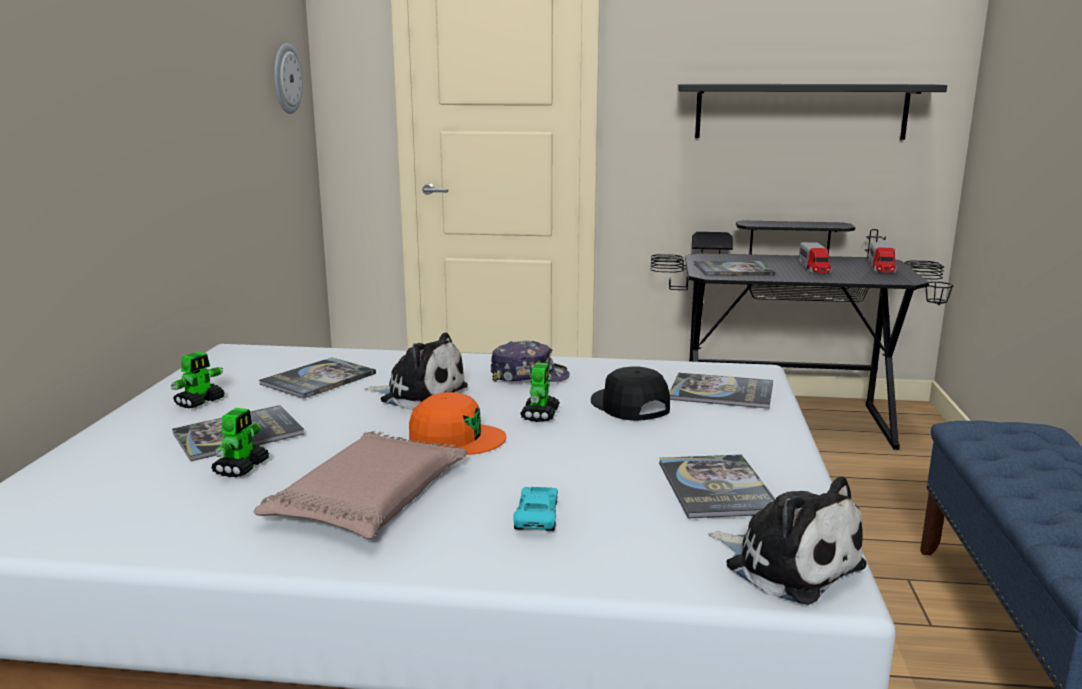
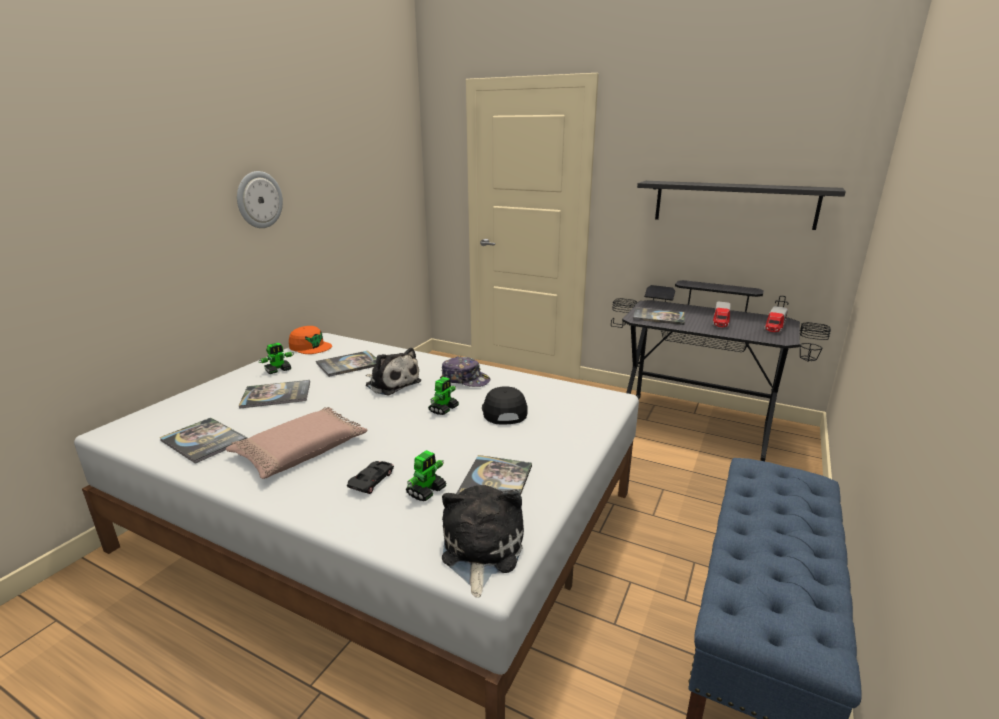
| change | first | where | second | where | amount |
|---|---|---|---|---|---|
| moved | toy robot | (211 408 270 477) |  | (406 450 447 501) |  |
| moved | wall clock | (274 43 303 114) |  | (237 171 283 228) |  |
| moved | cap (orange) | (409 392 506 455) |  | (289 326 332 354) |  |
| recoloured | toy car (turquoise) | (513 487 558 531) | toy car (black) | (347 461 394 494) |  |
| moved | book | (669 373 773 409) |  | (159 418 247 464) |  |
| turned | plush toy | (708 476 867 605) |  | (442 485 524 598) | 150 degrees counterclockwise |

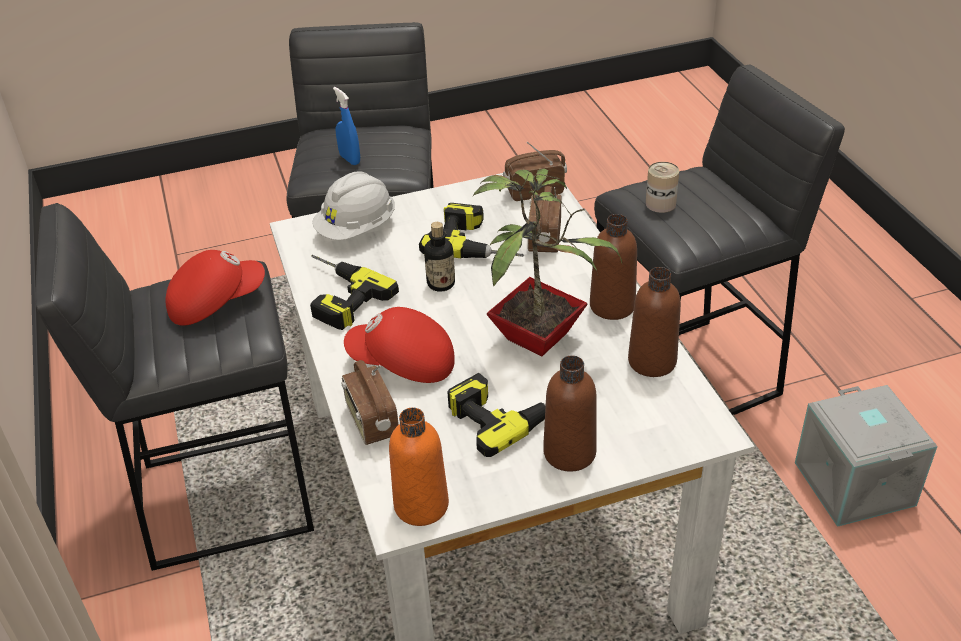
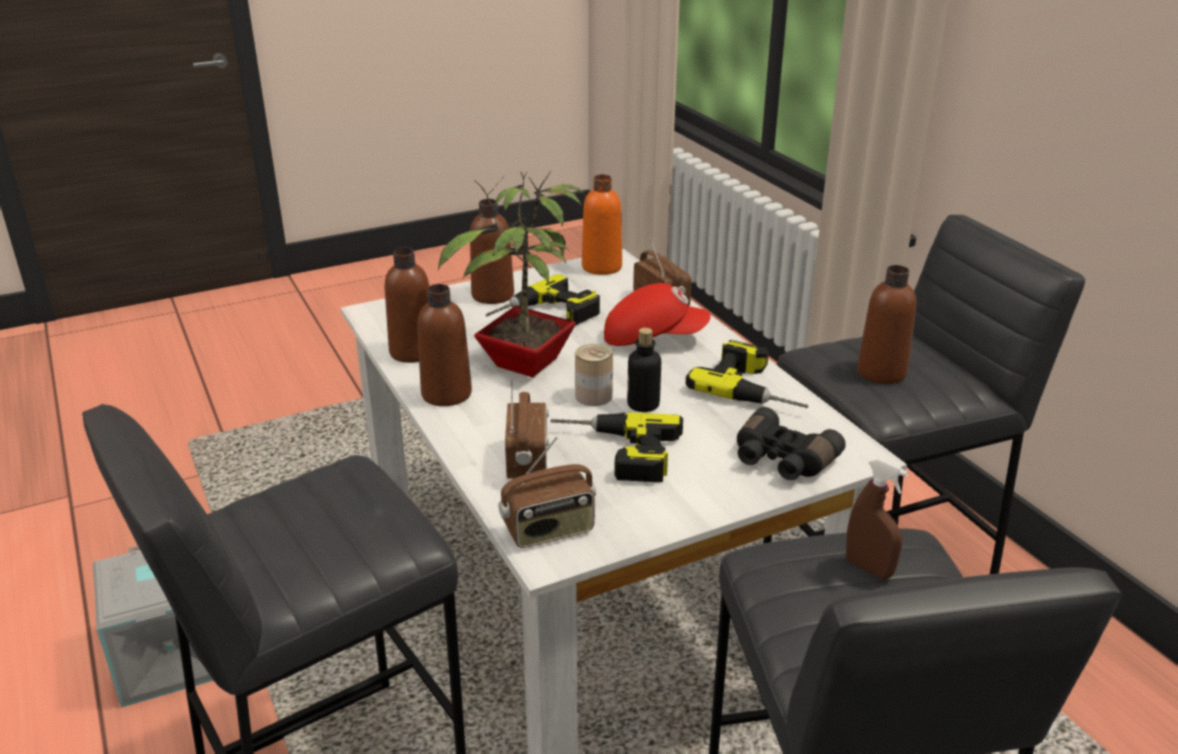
| change | first | where | second | where | amount |
|---|---|---|---|---|---|
| replaced | cap (red) | (165 250 265 326) | bottle (brown) | (857 265 916 384) |  |
| replaced | hard hat (white) | (312 171 395 240) | binoculars (black) | (737 407 846 480) |  |
| recoloured | spray bottle (blue) | (333 87 360 165) | spray bottle (brown) | (846 458 908 579) |  |
| moved | can | (646 162 679 213) |  | (575 344 613 406) |  |

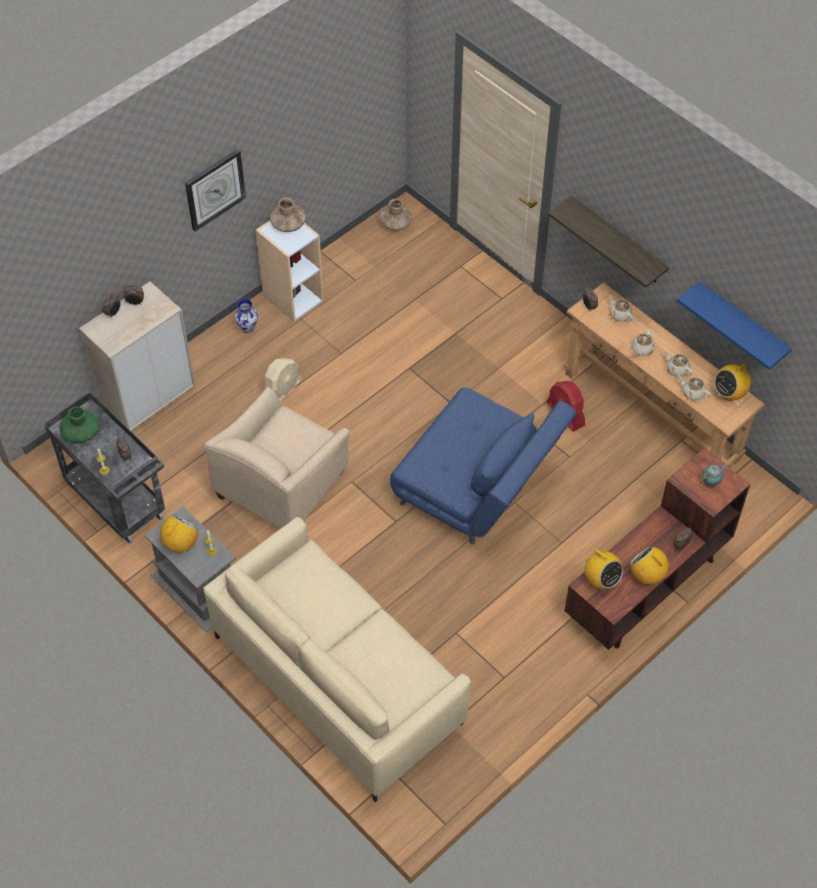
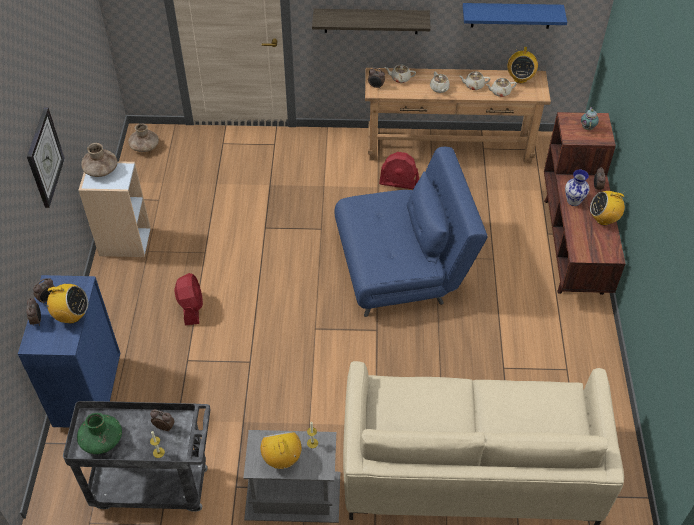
| change | first | where | second | where | amount |
|---|---|---|---|---|---|
| recoloured | cabinet (beige) | (79 281 195 431) | cabinet (blue) | (18 275 120 428) |  |
| removed | armchair (beige) | (204 387 350 528) |  |  |  |
| moved | vase | (234 299 258 333) |  | (565 170 590 206) |  |
| recoloured | fan (beige) | (265 358 302 402) | fan (red) | (175 273 203 325) |  |
| moved | radio | (583 549 623 589) |  | (40 284 88 323) |  |

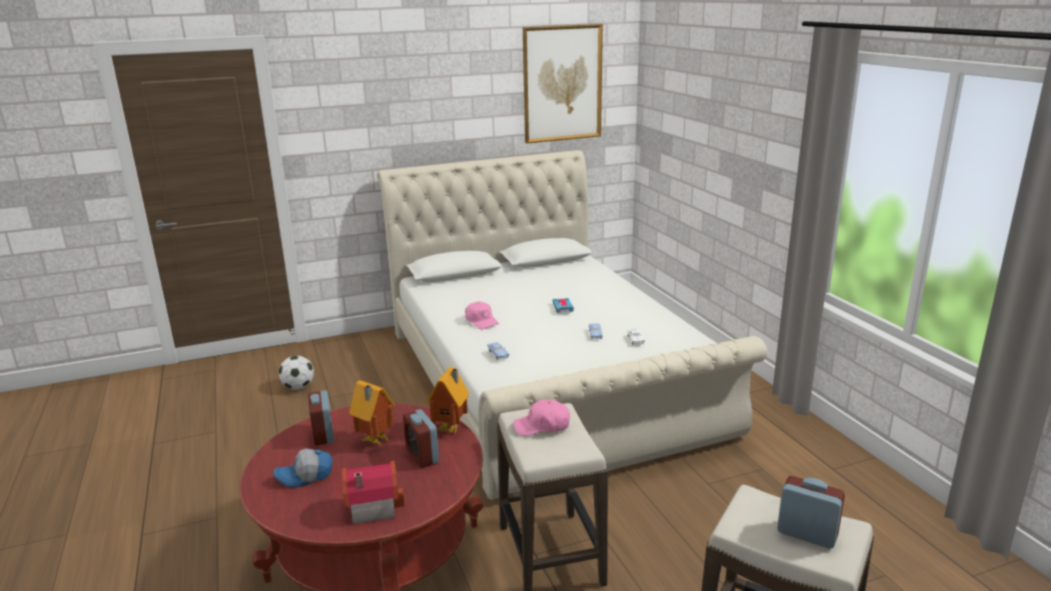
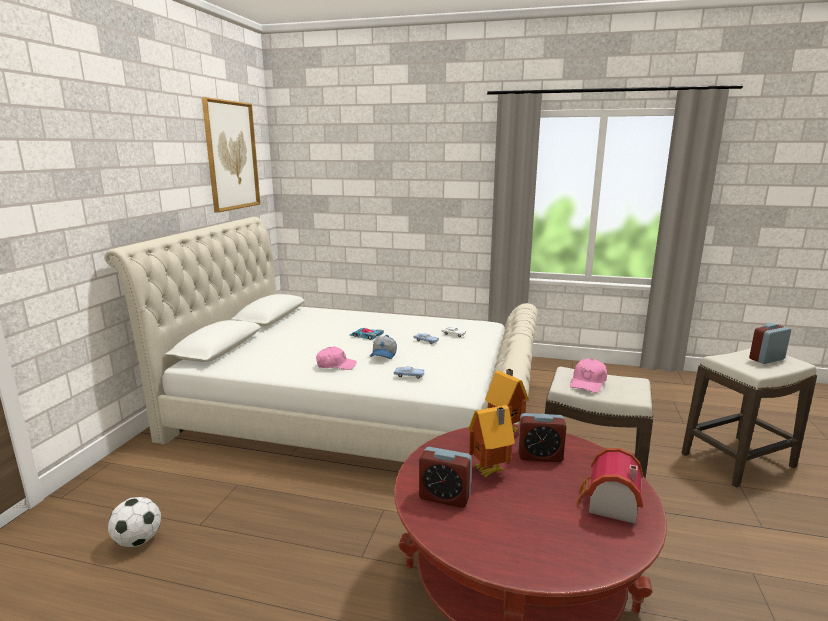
| change | first | where | second | where | amount |
|---|---|---|---|---|---|
| moved | cap | (273 449 332 488) |  | (370 335 397 359) |  |

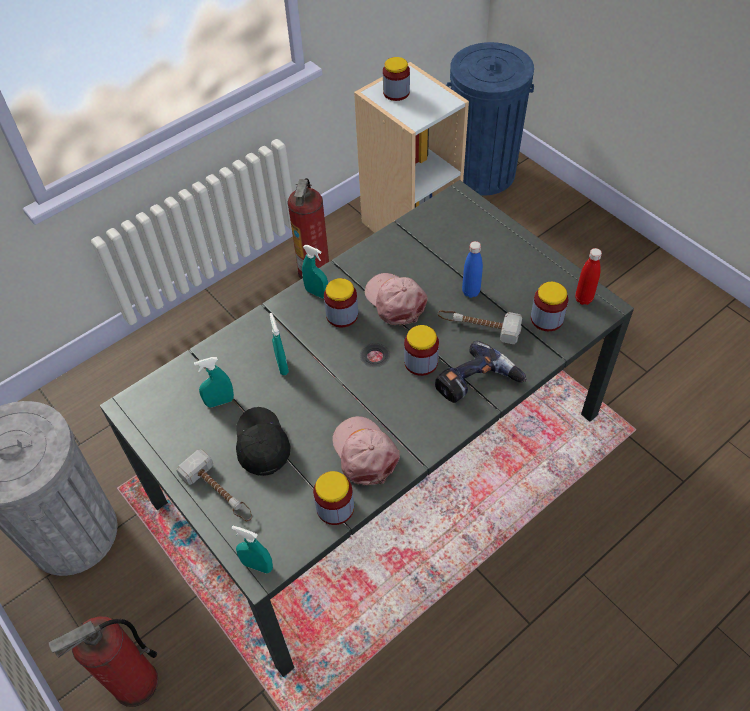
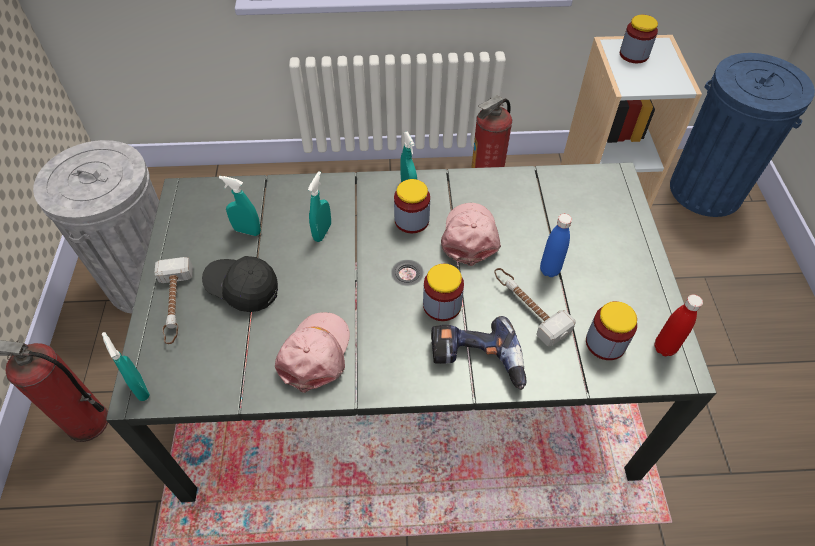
| change | first | where | second | where | amount |
|---|---|---|---|---|---|
| turned | cap (black) | (236 407 291 476) |  | (202 256 278 312) | 90 degrees counterclockwise |
| removed | jar | (313 471 354 525) |  |  |  |

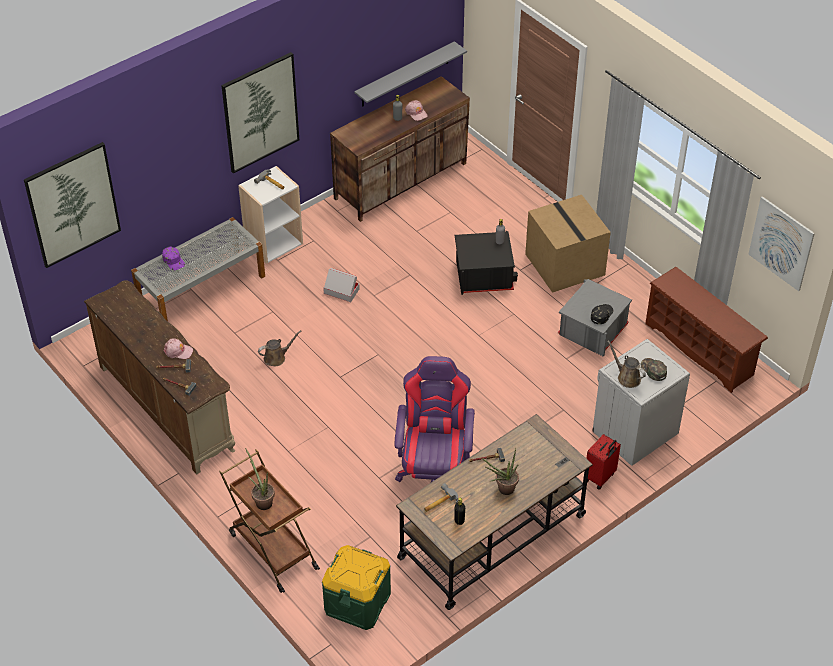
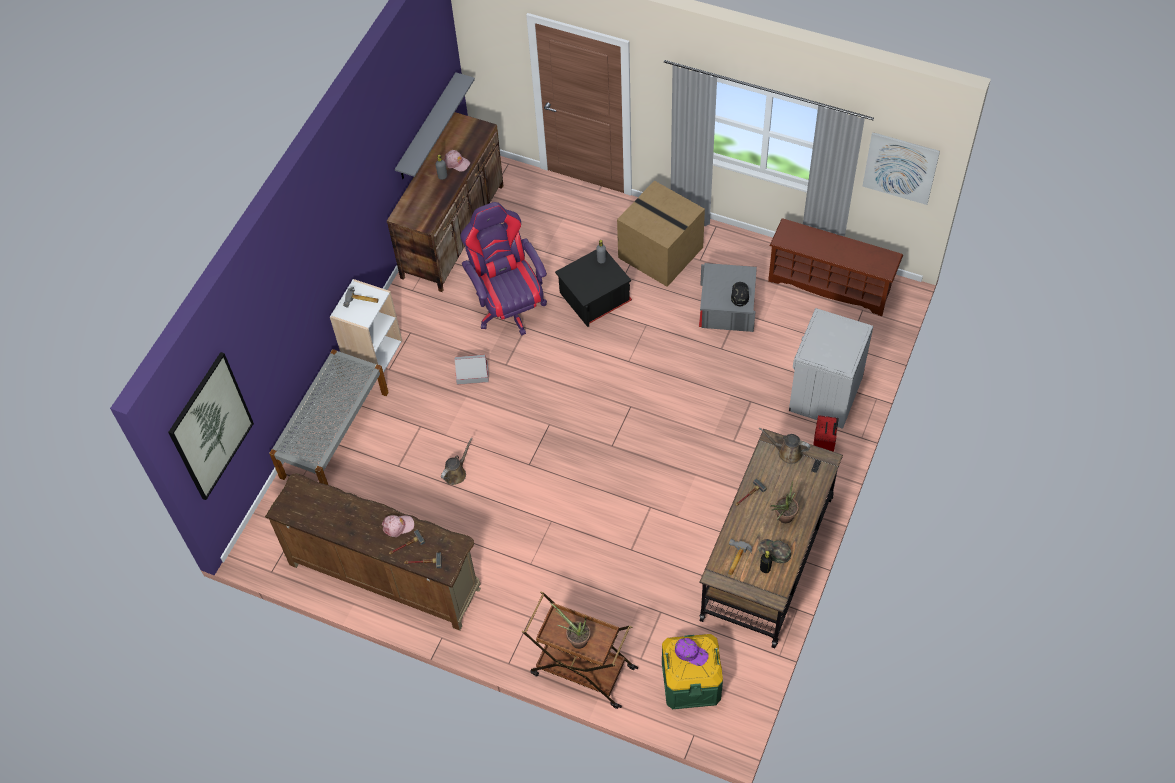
| change | first | where | second | where | amount |
|---|---|---|---|---|---|
| moved | cap (purple) | (162 247 185 270) |  | (675 638 708 666) |  |
| removed | picture | (221 52 299 174) |  |  |  |
| moved | office chair (purple) | (394 356 475 482) |  | (460 202 547 335) |  |
| moved | watering can (brown) | (607 340 646 388) |  | (759 427 810 464) |  |
| moved | cap (green) | (640 358 667 381) |  | (758 539 791 563) |  |

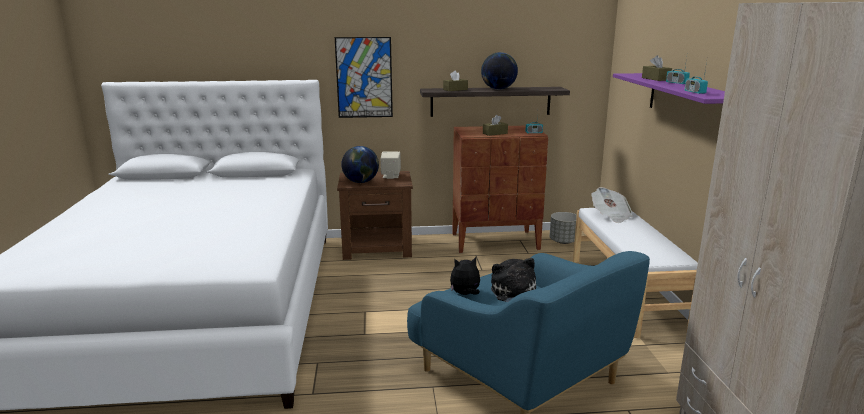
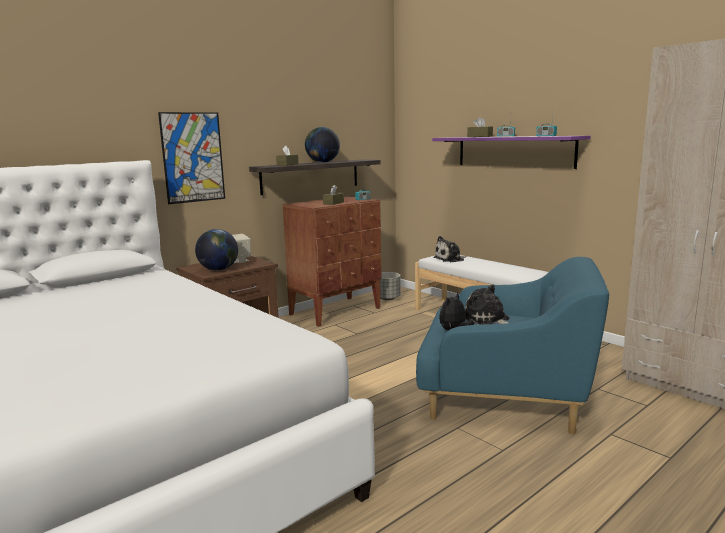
| change | first | where | second | where | amount |
|---|---|---|---|---|---|
| replaced | newspaper | (591 187 633 223) | plush toy | (433 236 466 262) |  |

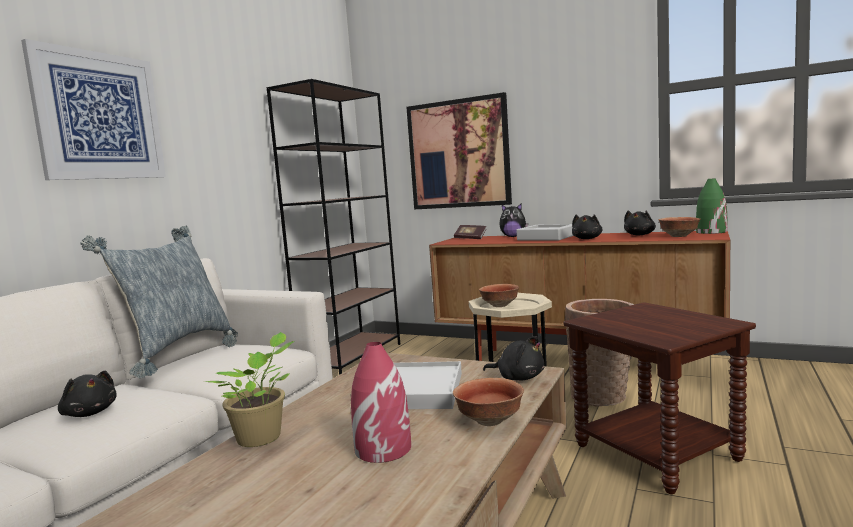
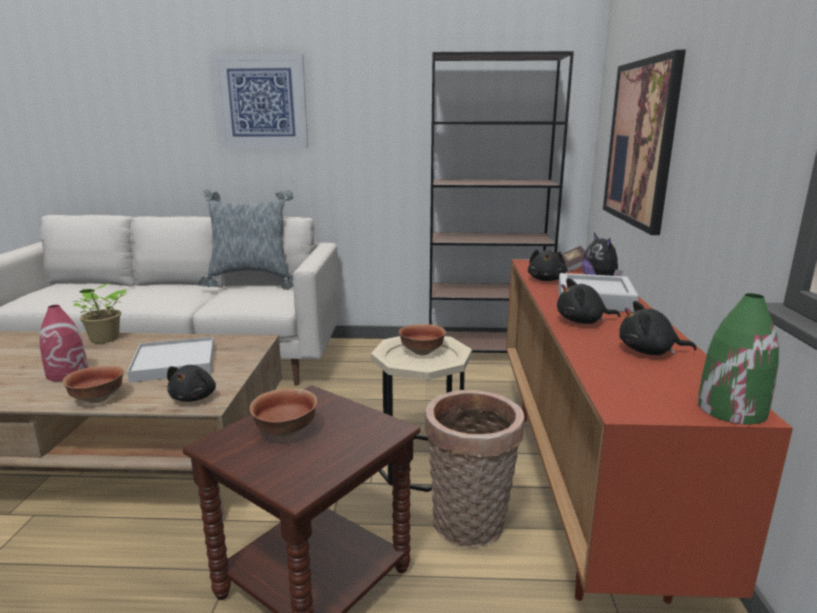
| change | first | where | second | where | amount |
|---|---|---|---|---|---|
| moved | plush toy (black) | (58 370 117 417) |  | (528 249 567 281) |  |
| moved | bowl | (659 217 700 237) |  | (250 388 318 437) |  |

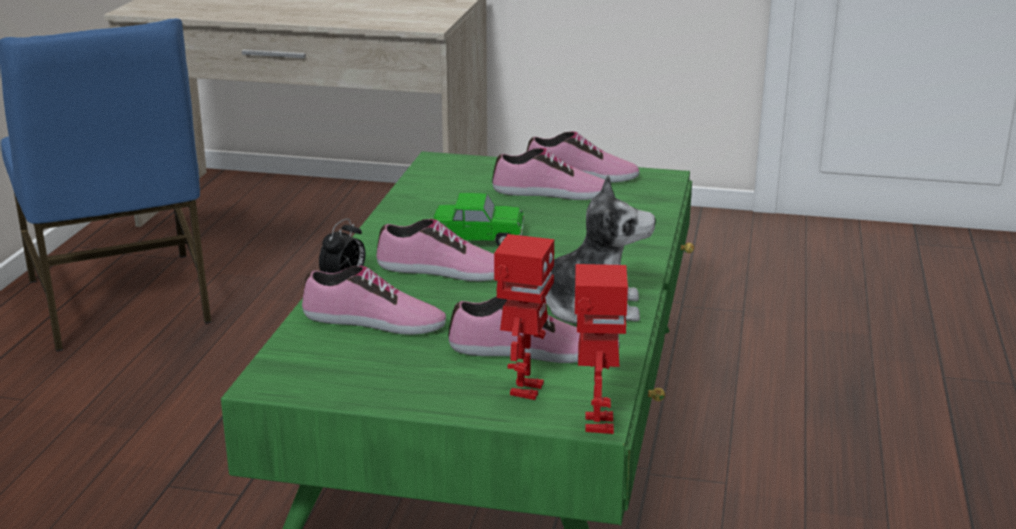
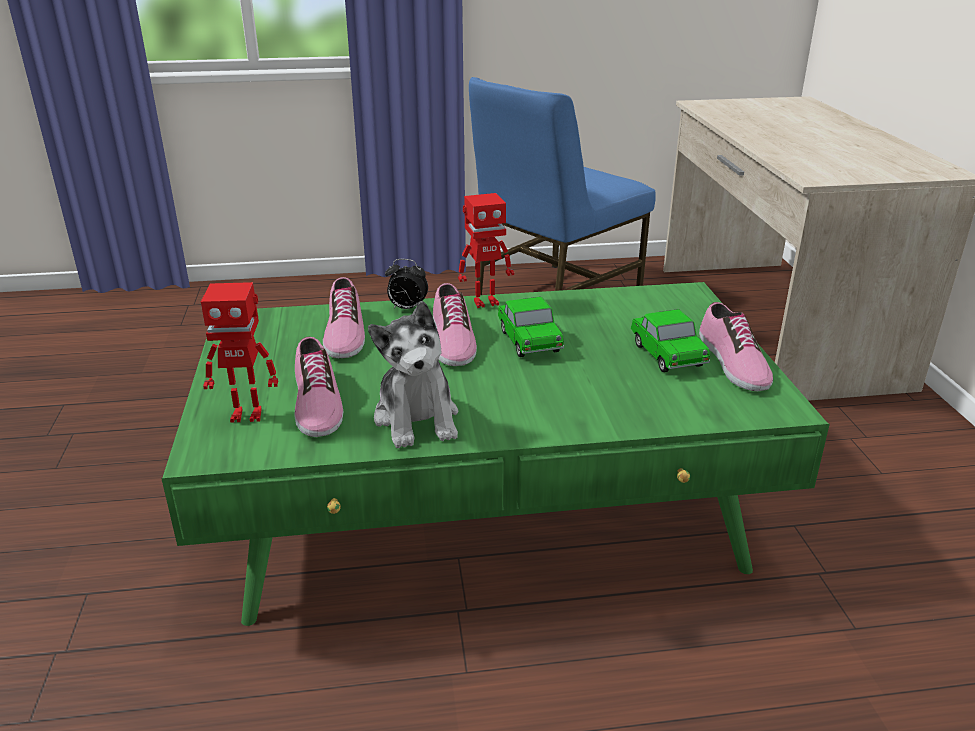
| change | first | where | second | where | amount |
|---|---|---|---|---|---|
| replaced | shoe | (492 148 605 200) | toy car | (631 309 710 372) |  |
| moved | toy robot | (575 264 629 434) |  | (458 193 514 308) |  |

